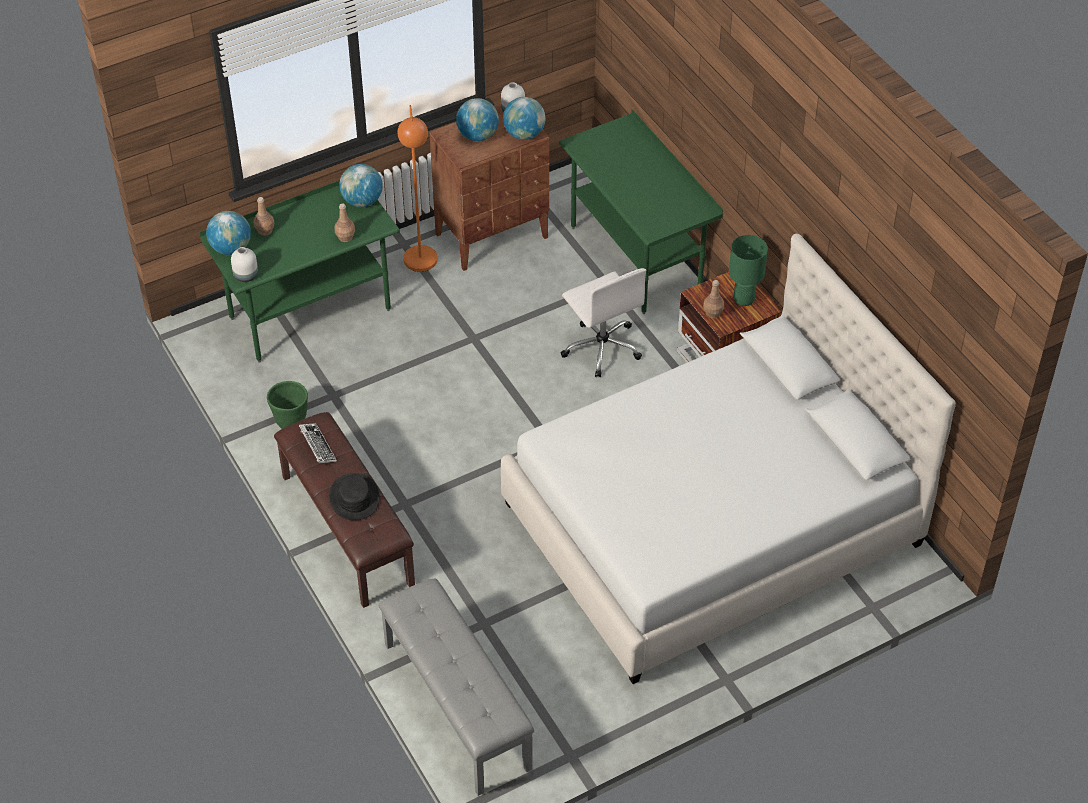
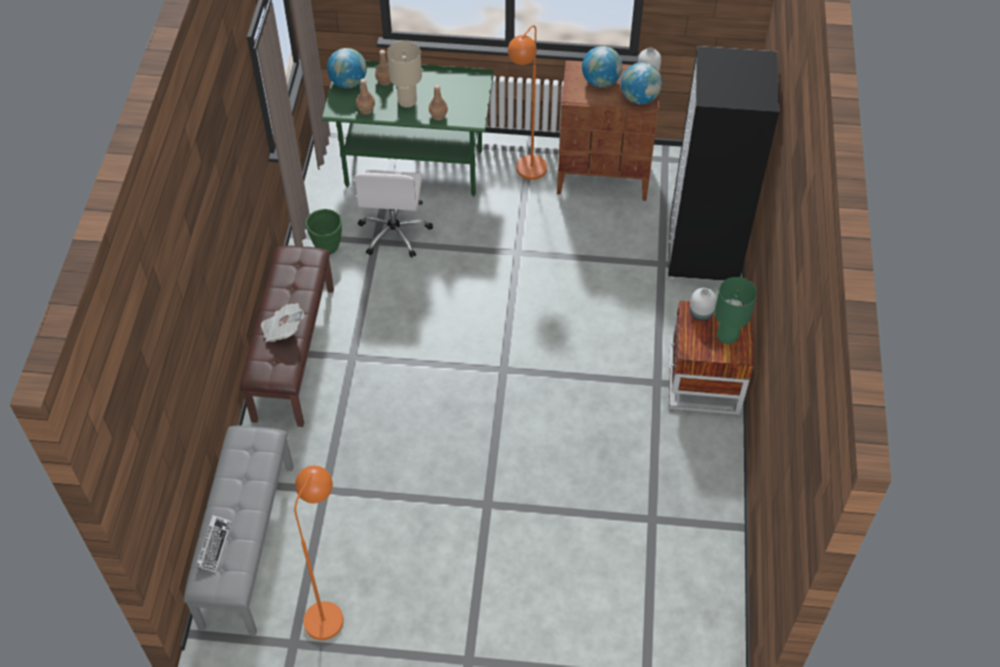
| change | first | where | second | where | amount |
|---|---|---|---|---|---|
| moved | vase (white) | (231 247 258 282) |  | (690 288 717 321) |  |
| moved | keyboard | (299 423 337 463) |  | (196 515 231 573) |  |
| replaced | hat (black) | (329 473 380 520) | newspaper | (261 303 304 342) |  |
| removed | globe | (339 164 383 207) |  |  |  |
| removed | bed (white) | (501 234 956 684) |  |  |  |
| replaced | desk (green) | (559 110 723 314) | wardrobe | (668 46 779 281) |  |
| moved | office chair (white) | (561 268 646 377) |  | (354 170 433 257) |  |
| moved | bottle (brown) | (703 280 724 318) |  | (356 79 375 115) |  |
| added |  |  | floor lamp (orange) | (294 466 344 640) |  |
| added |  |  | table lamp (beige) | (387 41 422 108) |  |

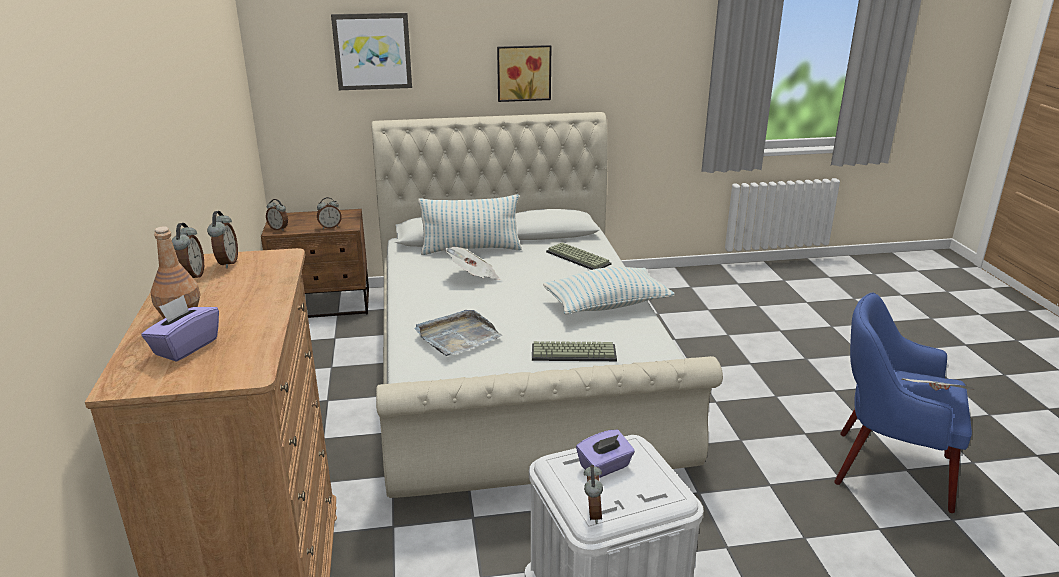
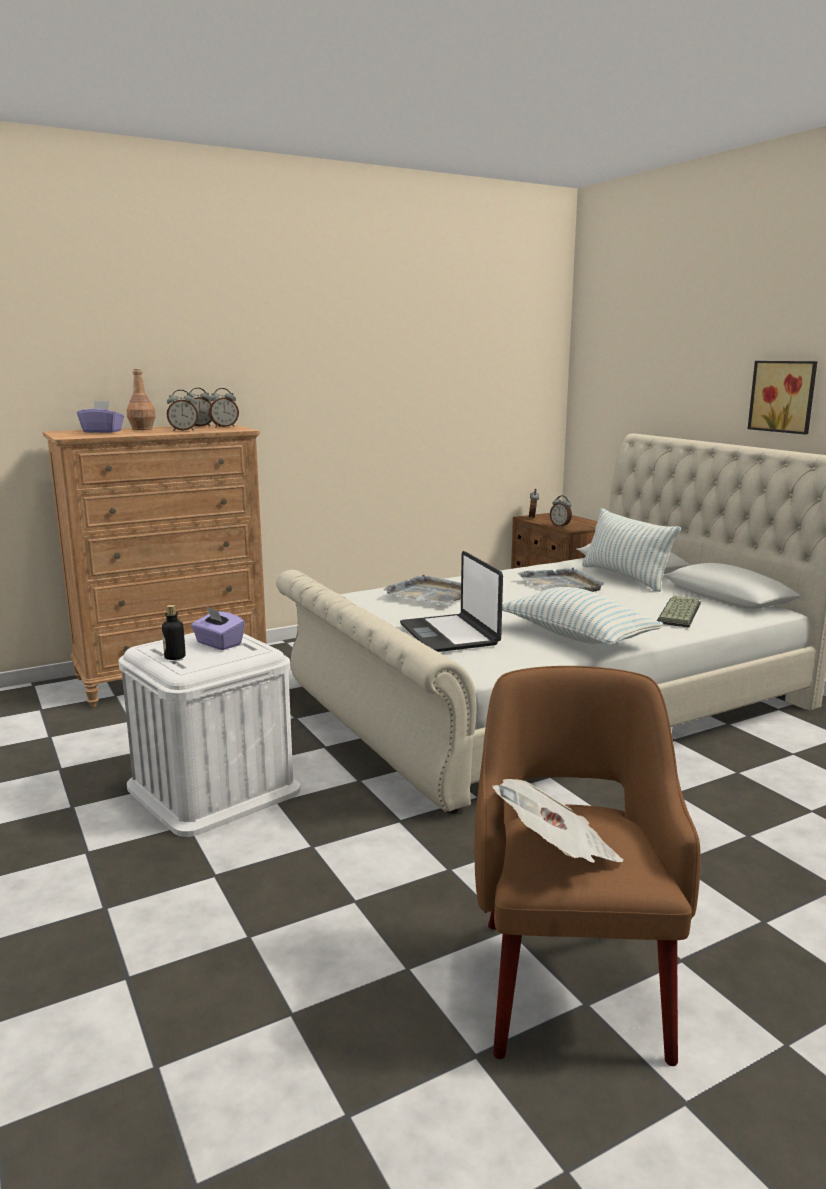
| change | first | where | second | where | amount |
|---|---|---|---|---|---|
| removed | picture | (331 13 412 90) |  |  |  |
| replaced | newspaper | (444 247 501 280) | tray (grey) | (517 567 604 592) |  |
| replaced | keyboard | (532 341 617 361) | laptop | (400 551 503 652) |  |
| moved | alarm clock | (584 464 603 524) |  | (167 390 198 431) |  |
| recoloured | armchair (blue) | (834 292 972 513) | armchair (brown) | (475 666 701 1066) |  |
| added |  |  | bottle | (162 605 186 660) |  |

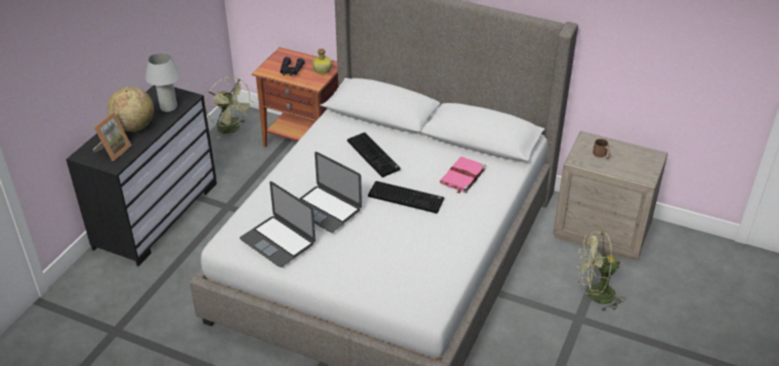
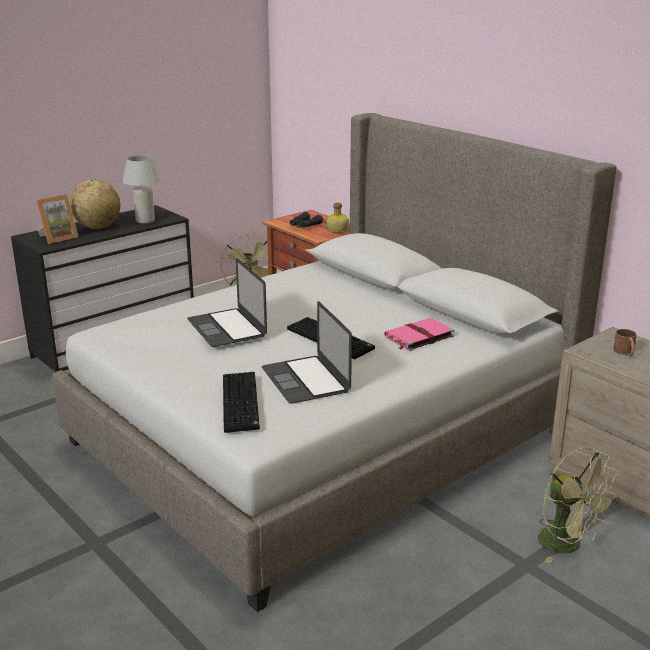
| change | first | where | second | where | amount |
|---|---|---|---|---|---|
| moved | laptop | (240 181 316 267) |  | (262 301 352 404) |  |
| moved | keyboard | (347 132 400 178) |  | (223 372 260 433) |  |
| turned | fan (green) | (577 232 625 312) |  | (538 447 620 563) | 150 degrees counterclockwise |

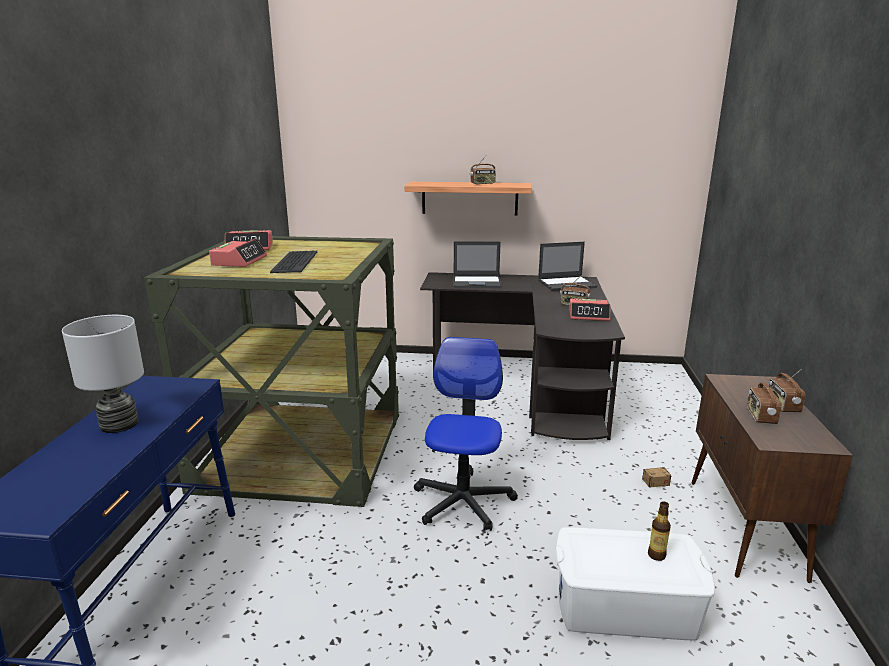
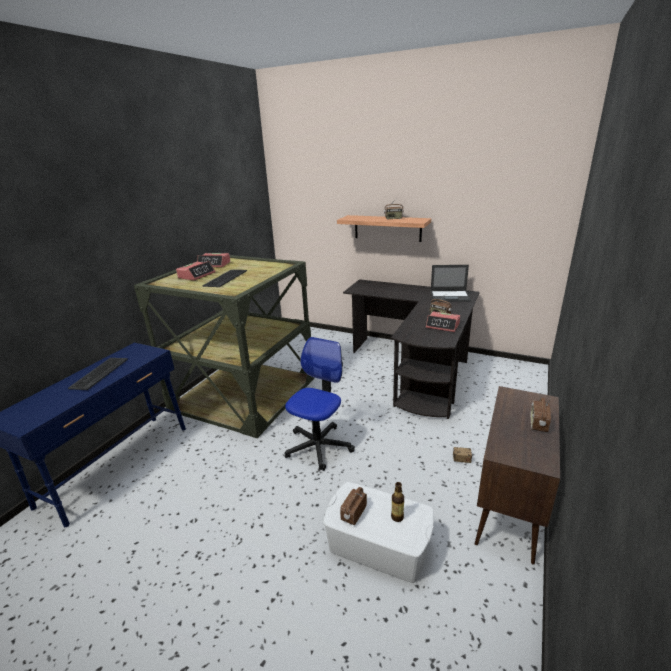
| change | first | where | second | where | amount |
|---|---|---|---|---|---|
| replaced | table lamp (grey) | (62 315 144 433) | keyboard | (68 358 128 390) |  |
| removed | laptop | (453 241 502 288) |  |  |  |
| moved | radio | (747 379 782 424) |  | (340 487 367 525) |  |

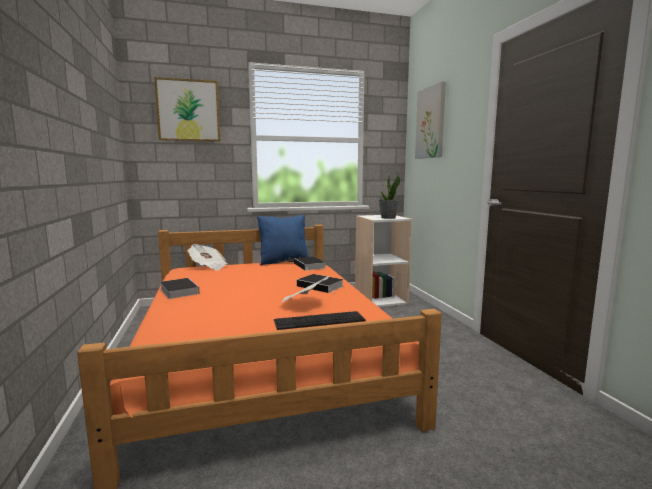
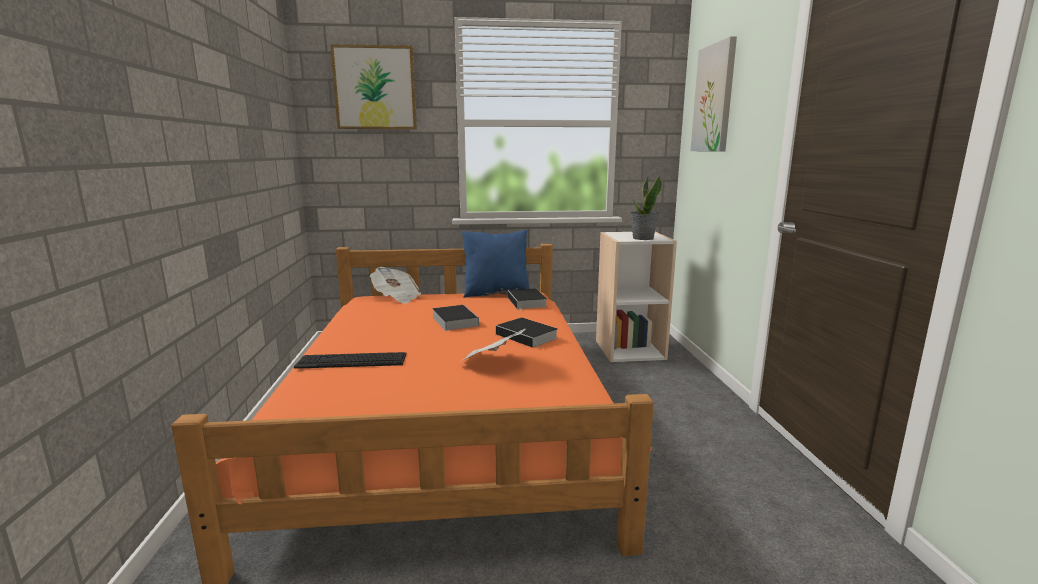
| change | first | where | second | where | amount |
|---|---|---|---|---|---|
| moved | book | (160 278 200 299) |  | (432 305 479 331) |  |
| moved | keyboard | (274 311 366 330) |  | (294 352 407 369) |  |

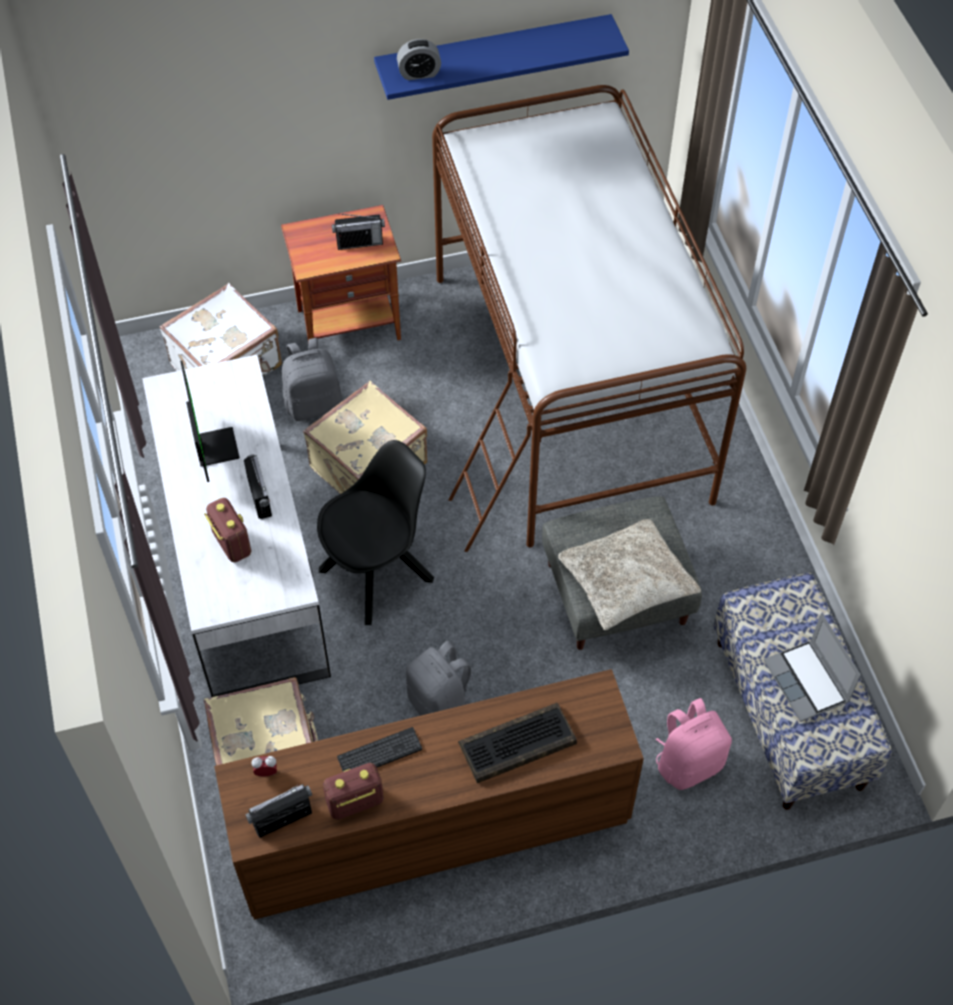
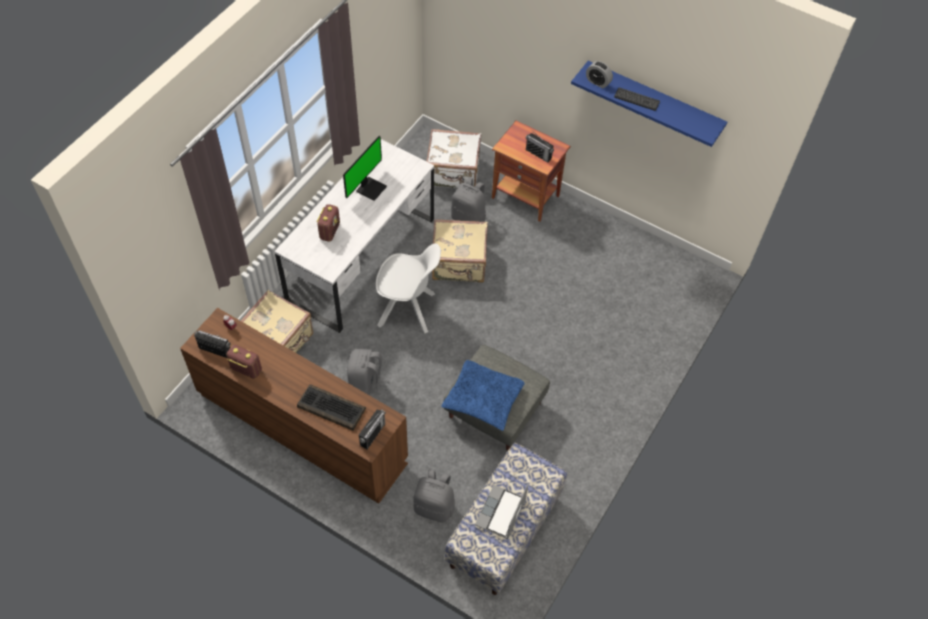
| change | first | where | second | where | amount |
|---|---|---|---|---|---|
| moved | radio | (244 455 272 519) |  | (359 409 386 449) |  |
| recoloured | chair (black) | (317 440 434 625) | chair (white) | (376 243 441 333) |  |
| moved | keyboard | (337 727 422 772) |  | (614 87 660 111) |  |
| removed | bed (brown) | (432 85 746 552) |  |  |  |
| recoloured | pillow (beige) | (558 519 701 630) | pillow (blue) | (442 360 525 431) |  |
| recoloured | backpack (pink) | (656 698 732 790) | backpack (grey) | (413 468 455 523) |  |

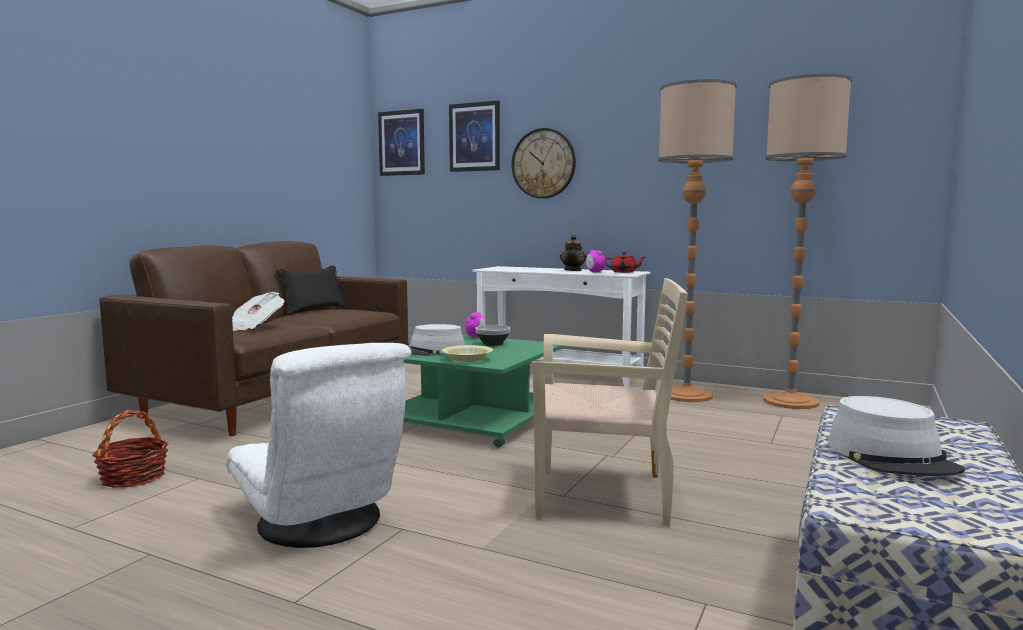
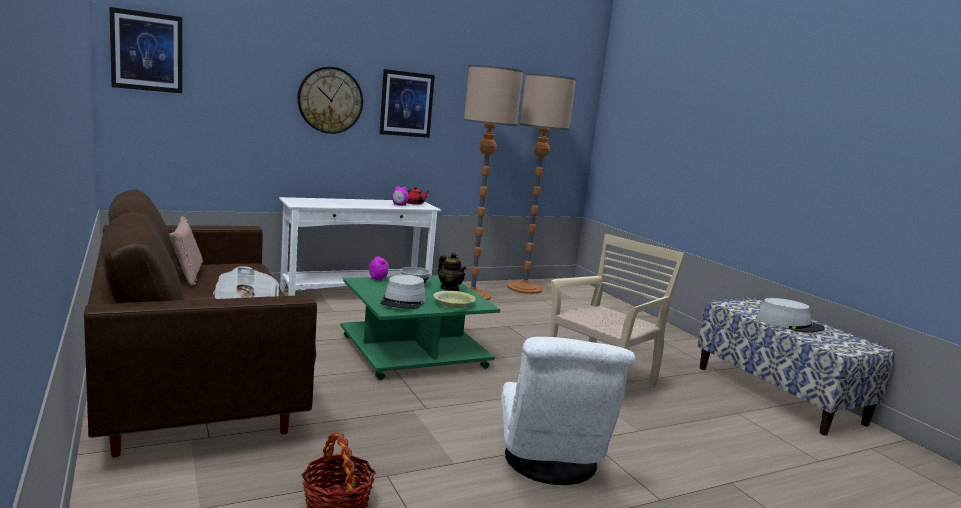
| change | first | where | second | where | amount |
|---|---|---|---|---|---|
| turned | armchair (white) | (226 343 411 548) |  | (501 337 636 485) | 90 degrees clockwise |
| recoloured | pillow (black) | (276 265 346 315) | pillow (beige) | (169 216 203 286) |  |
| moved | picture | (449 100 500 172) |  | (379 69 435 138) |  |
| moved | teapot | (560 235 587 271) |  | (438 252 467 291) |  |

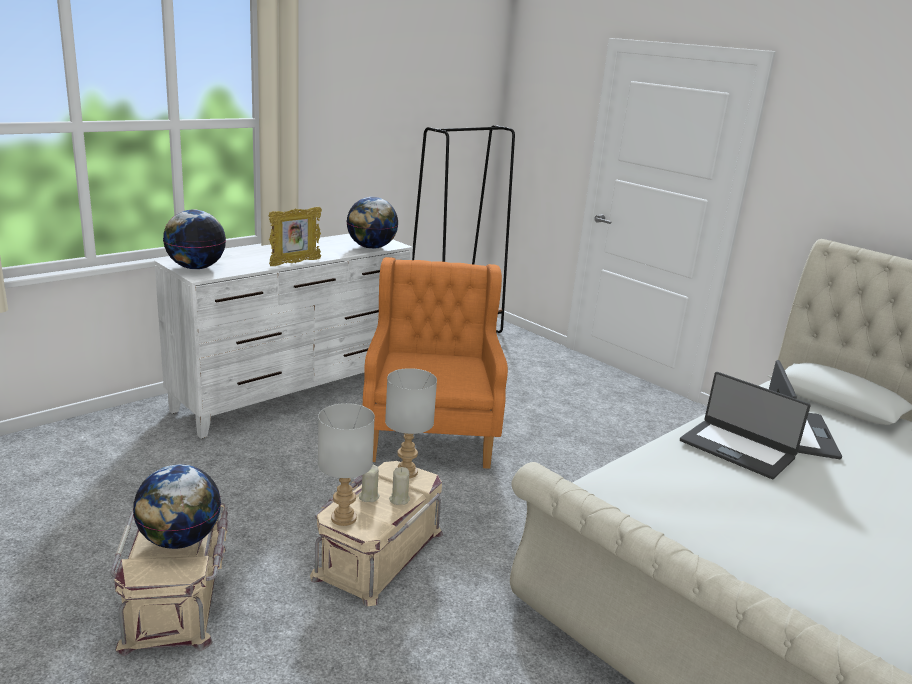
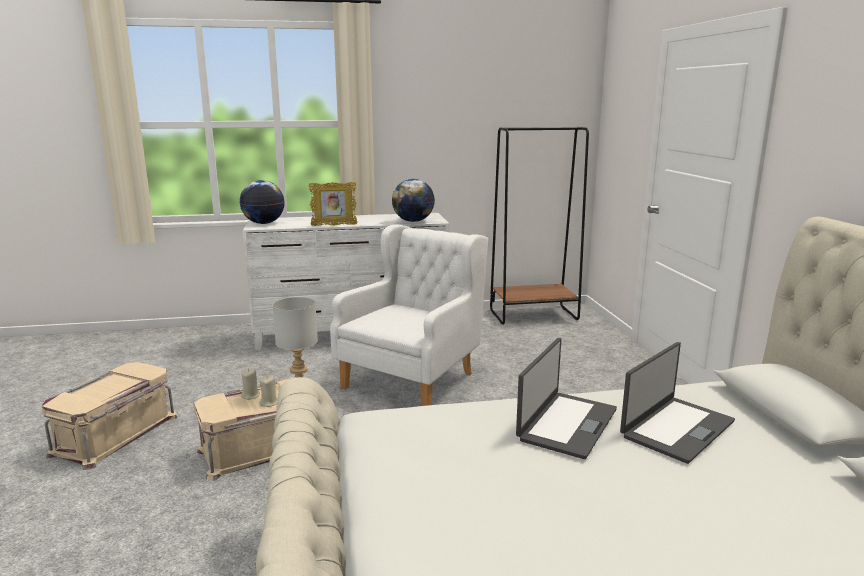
| change | first | where | second | where | amount |
|---|---|---|---|---|---|
| removed | globe | (133 464 221 549) |  |  |  |
| removed | table lamp (grey) | (318 403 375 526) |  |  |  |
| recoloured | armchair (orange) | (363 257 508 469) | armchair (white) | (330 225 488 406) |  |
| turned | laptop | (680 372 811 479) |  | (516 338 617 459) | 135 degrees counterclockwise |

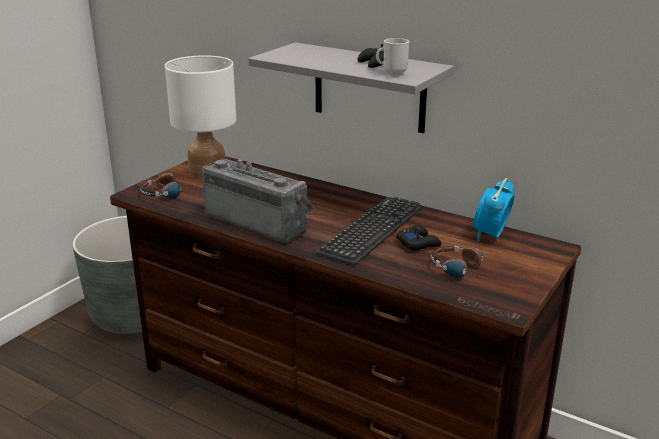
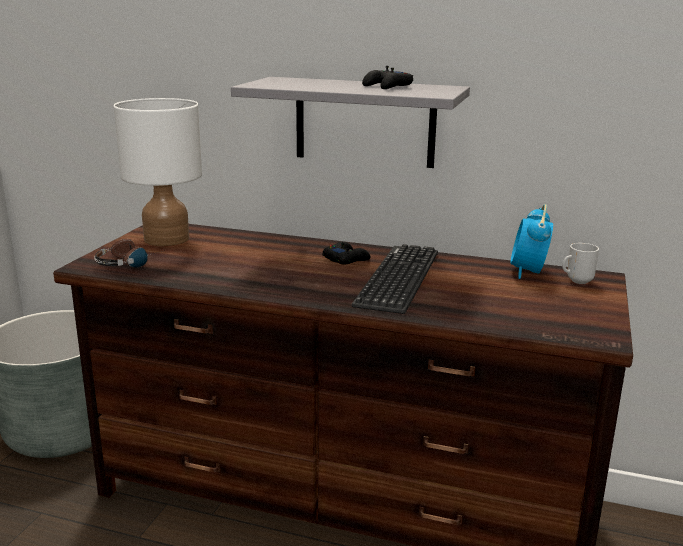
| change | first | where | second | where | amount |
|---|---|---|---|---|---|
| removed | radio | (202 158 315 243) |  |  |  |
| moved | mug | (376 38 409 76) |  | (562 243 599 284) |  |
| moved | game controller (black) | (396 225 442 250) |  | (323 242 370 265) |  |
| removed | headphones | (431 246 483 278) |  |  |  |

